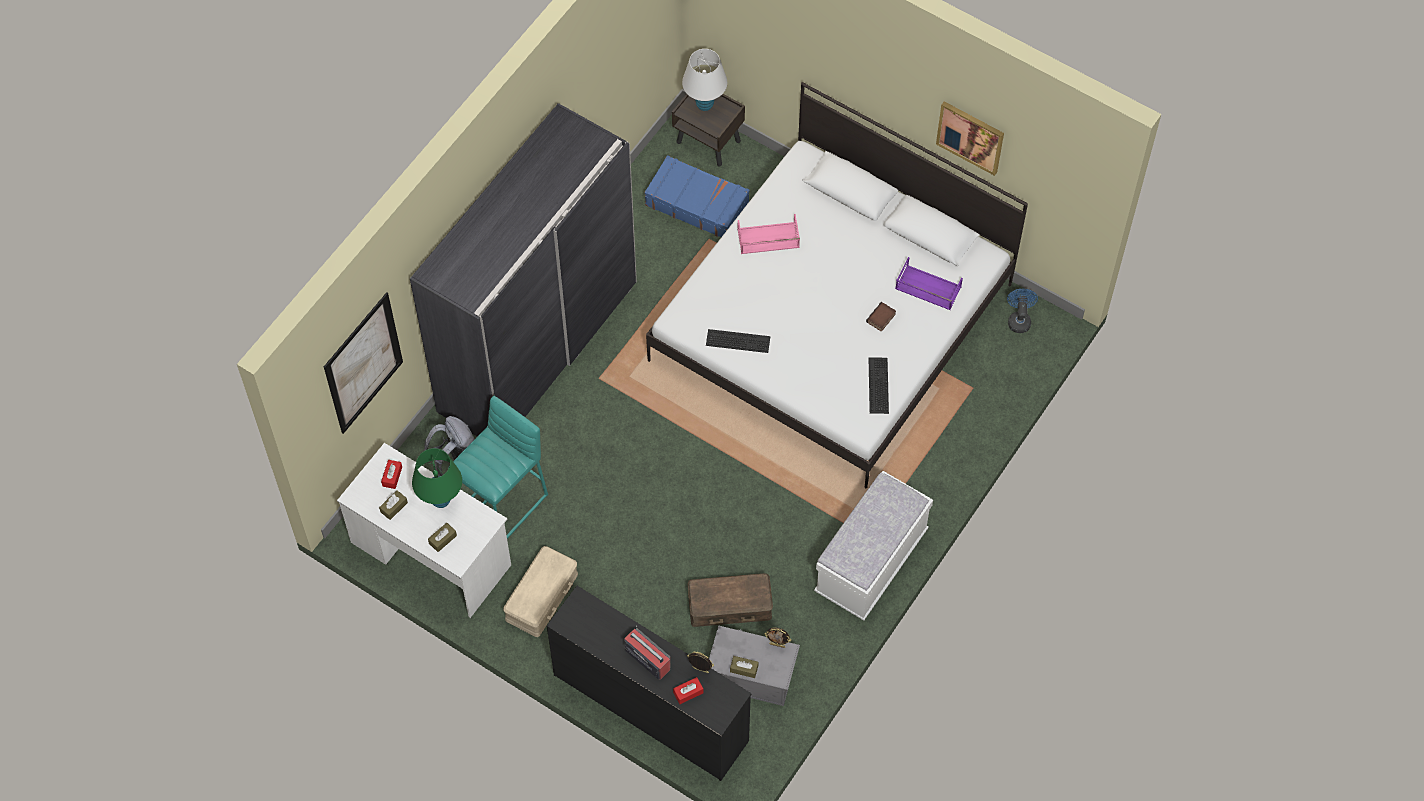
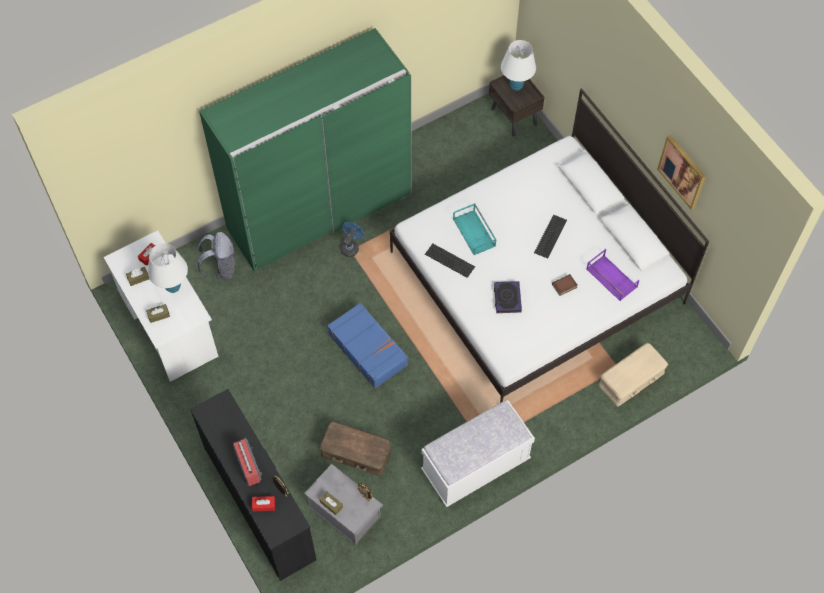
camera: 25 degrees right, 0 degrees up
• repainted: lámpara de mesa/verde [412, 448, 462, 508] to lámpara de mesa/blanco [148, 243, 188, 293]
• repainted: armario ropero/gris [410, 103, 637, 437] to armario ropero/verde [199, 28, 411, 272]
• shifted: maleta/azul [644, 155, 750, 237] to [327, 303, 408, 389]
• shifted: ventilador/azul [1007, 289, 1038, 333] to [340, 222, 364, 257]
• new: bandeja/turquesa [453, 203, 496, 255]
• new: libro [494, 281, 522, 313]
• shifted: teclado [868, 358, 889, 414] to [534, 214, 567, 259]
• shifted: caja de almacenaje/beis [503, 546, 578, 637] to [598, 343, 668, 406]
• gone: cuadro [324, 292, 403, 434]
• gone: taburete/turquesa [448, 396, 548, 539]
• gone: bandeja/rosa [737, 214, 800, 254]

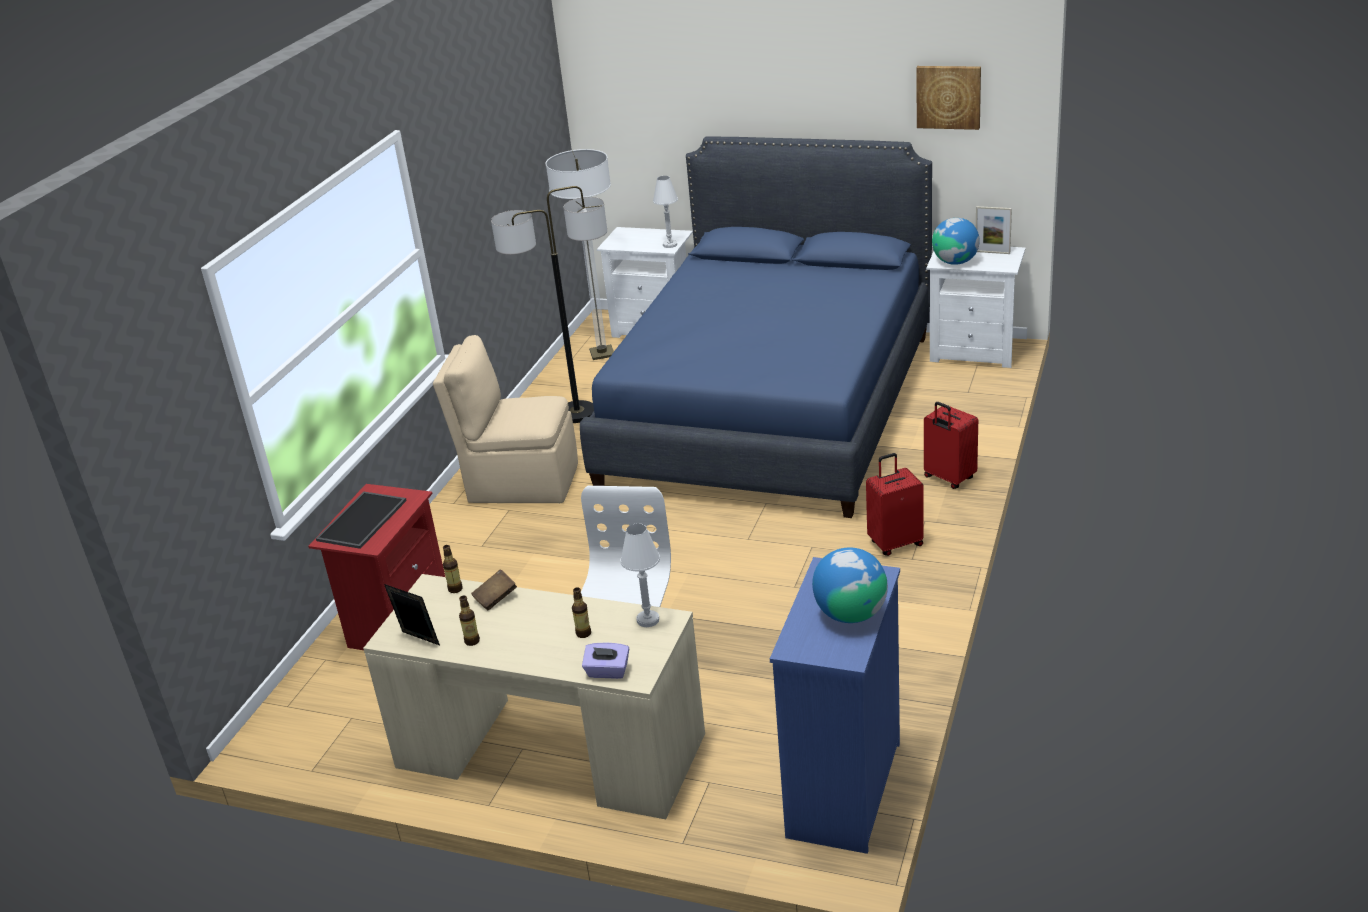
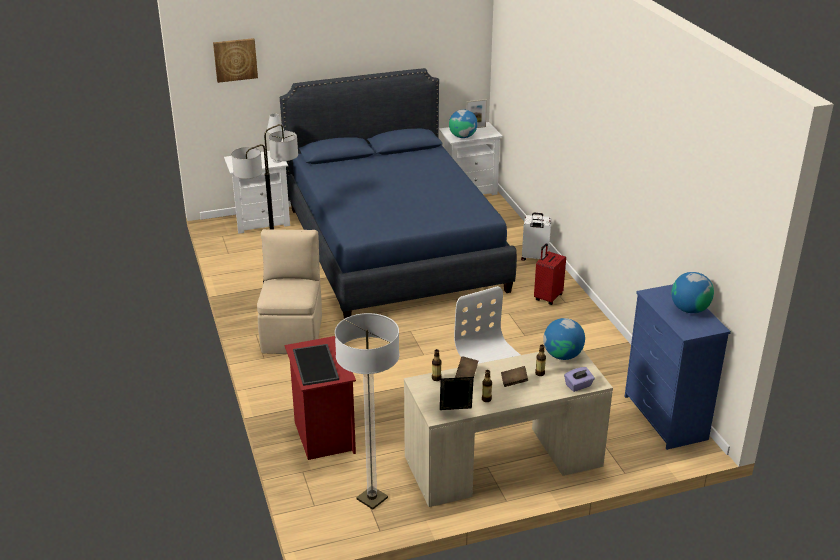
camera: 40 degrees left, 0 degrees up
• shifted: cuadro [916, 66, 981, 130] to [213, 38, 258, 83]
• rotated: silla/beis [433, 335, 578, 503] = [257, 229, 322, 354] 120 degrees clockwise
• shifted: lámpara de pie [545, 149, 614, 360] to [335, 313, 400, 510]
• new: libro/marrón [501, 366, 528, 387]
• repainted: maleta/rojo [924, 402, 978, 489] to maleta/blanco [521, 213, 551, 261]
• swapped: lámpara de mesa/blanco [620, 523, 660, 627] to globo terráqueo [543, 318, 585, 360]

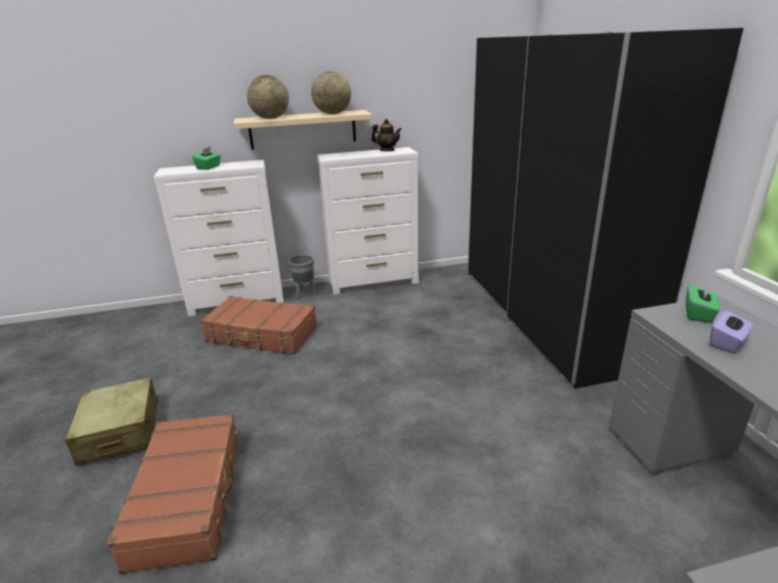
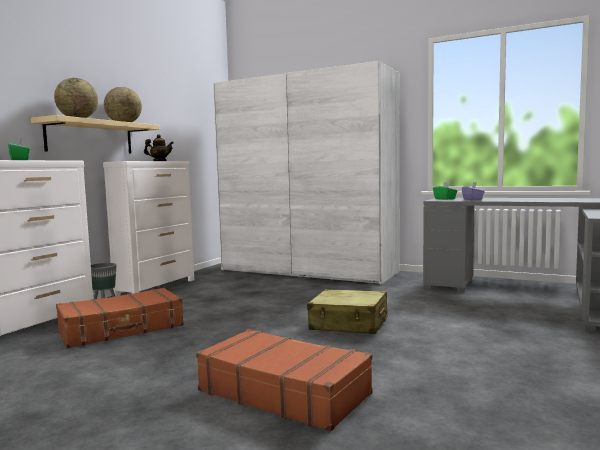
camera: 50 degrees left, 20 degrees down
• repainted: armario ropero/negro [468, 28, 744, 389] to armario ropero/blanco [213, 61, 400, 285]
• shifted: maleta/beis [65, 377, 158, 466] to [307, 289, 388, 334]

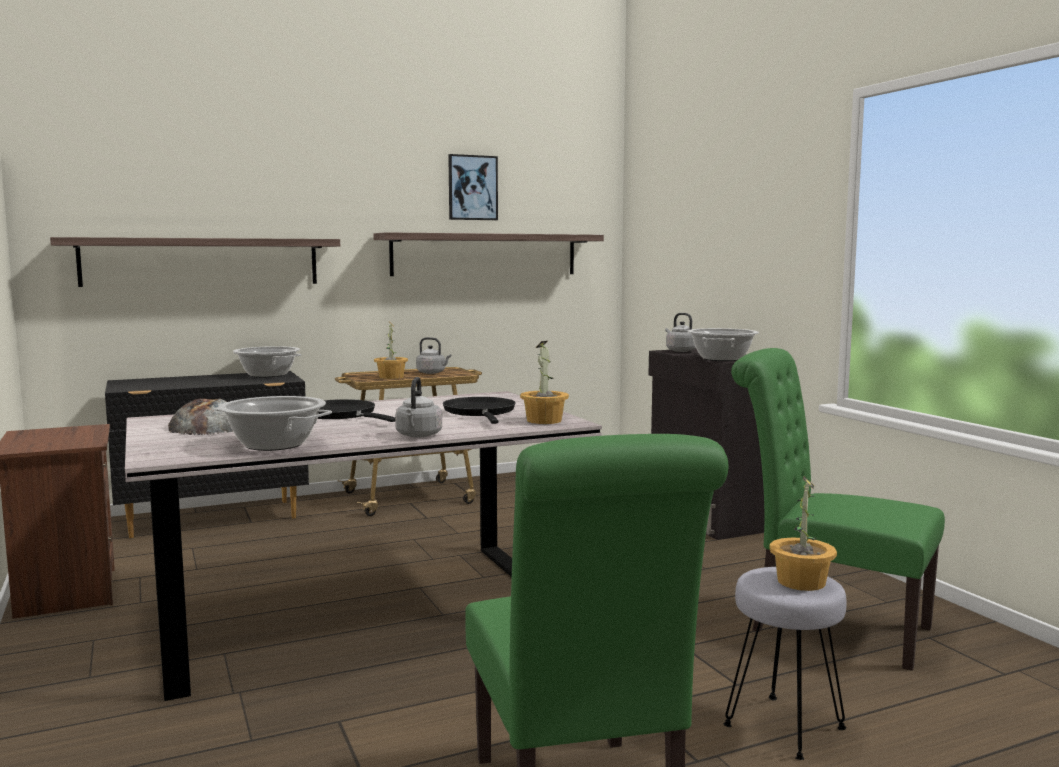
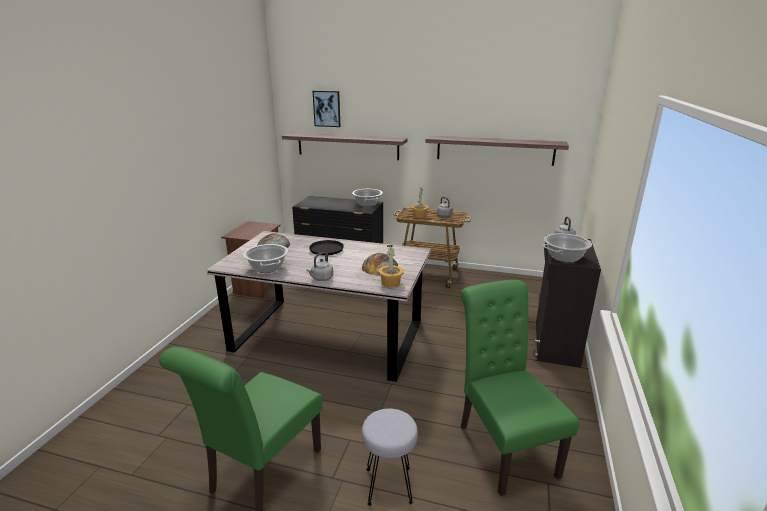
camera: 40 degrees right, 15 degrees up
• shifted: cuadro [448, 154, 498, 220] to [313, 91, 341, 127]
• swapped: sartén/negro [443, 397, 516, 424] to pan [362, 253, 398, 276]
• gone: planta en maceta [770, 476, 837, 591]

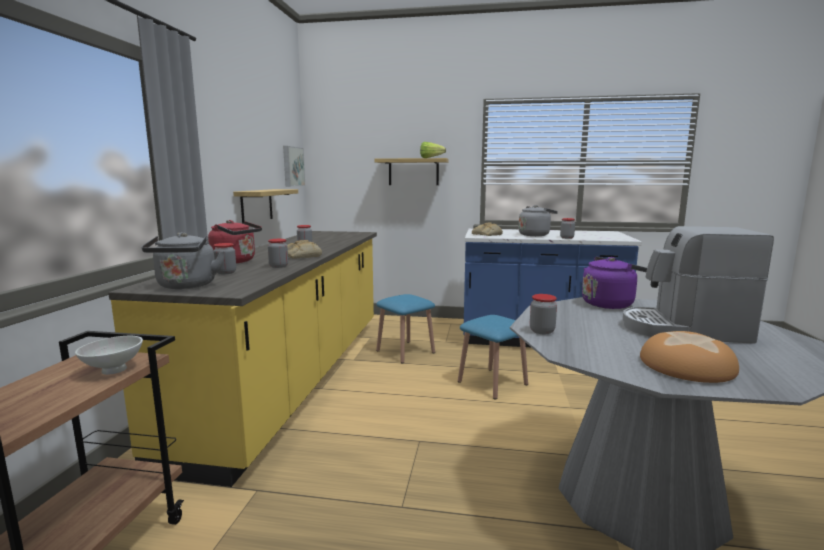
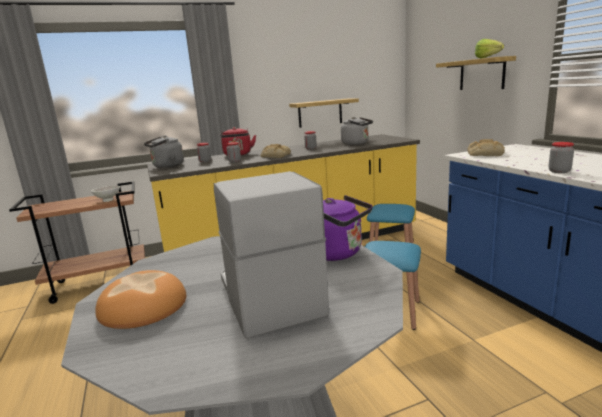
camera: 60 degrees right, 5 degrees up
• shifted: hervidor/gris [519, 205, 558, 236] to [341, 117, 373, 145]
• gone: cuadro [283, 146, 305, 187]
• gone: tarro [530, 294, 557, 334]

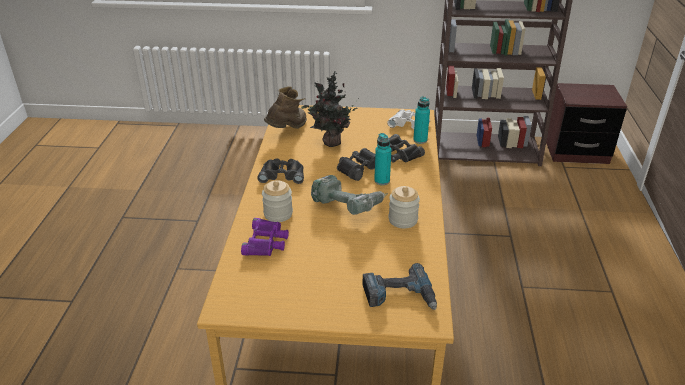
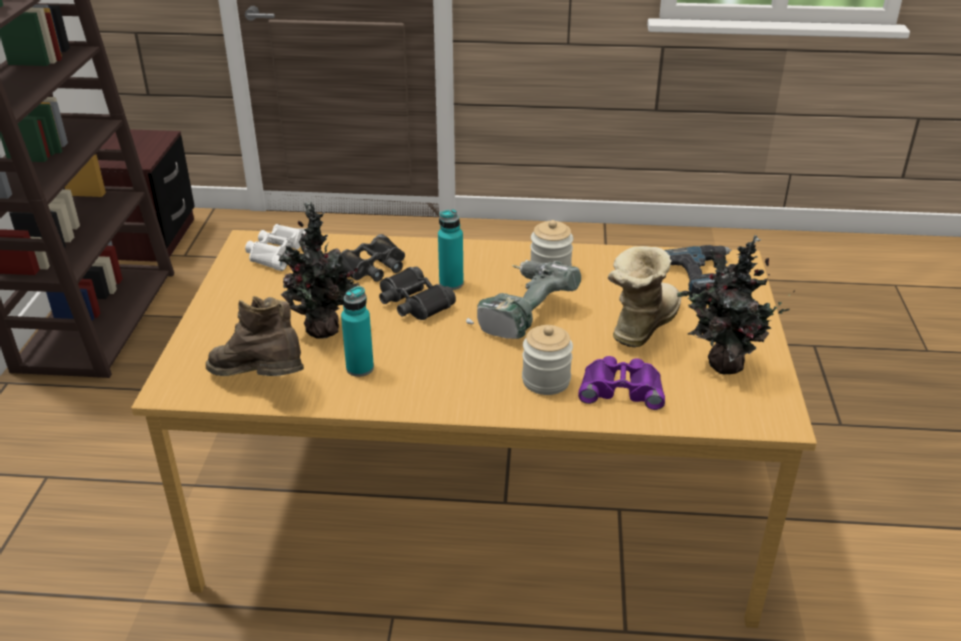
camera: 90 degrees left, 0 degrees up
• shifted: botella/turquesa [413, 96, 430, 144] to [341, 286, 374, 377]
• new: bota [608, 246, 681, 347]
• new: planta en maceta [677, 235, 795, 374]
• gone: prismáticos/negro [257, 158, 304, 184]

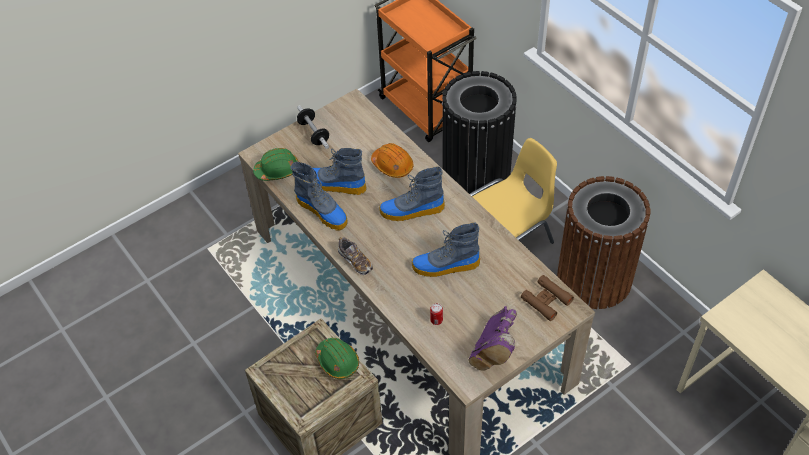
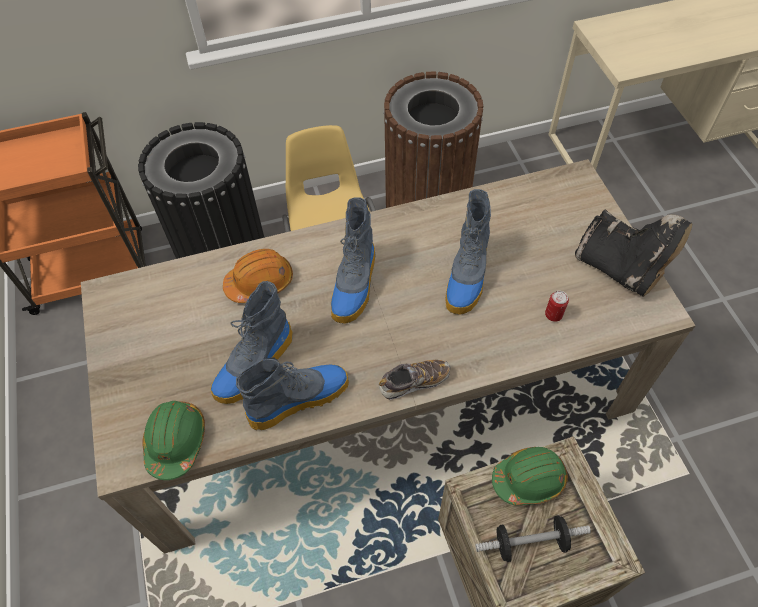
camera: 70 degrees left, 5 degrees up
• shifted: mancuerna [297, 105, 329, 149] to [475, 515, 591, 562]
• repainted: bota/morado [468, 306, 517, 371] to bota/negro [575, 209, 692, 297]
• gone: prismáticos/marrón [521, 275, 574, 321]

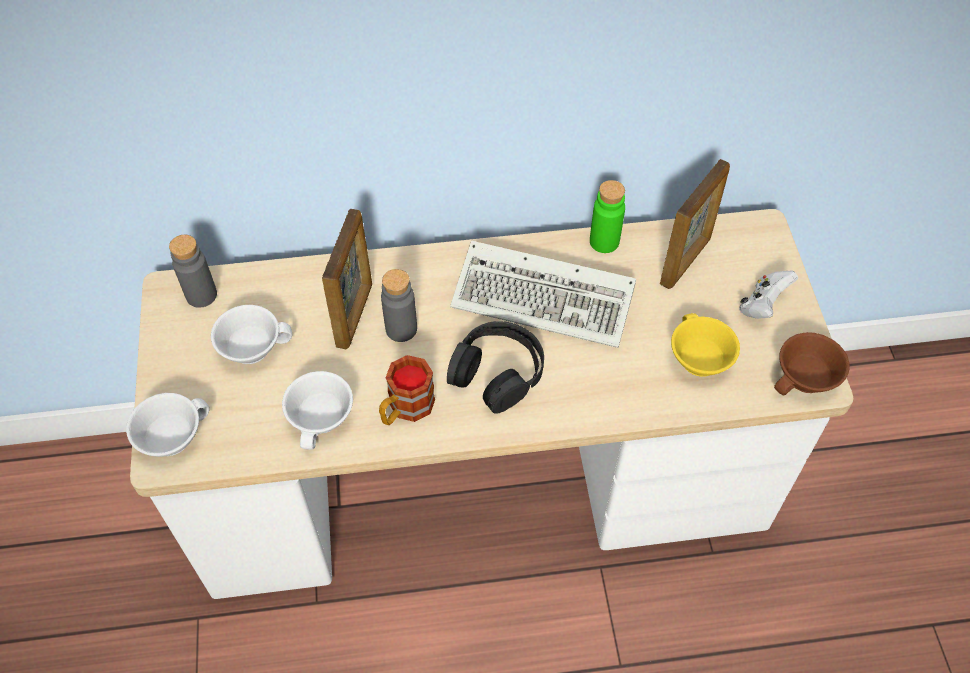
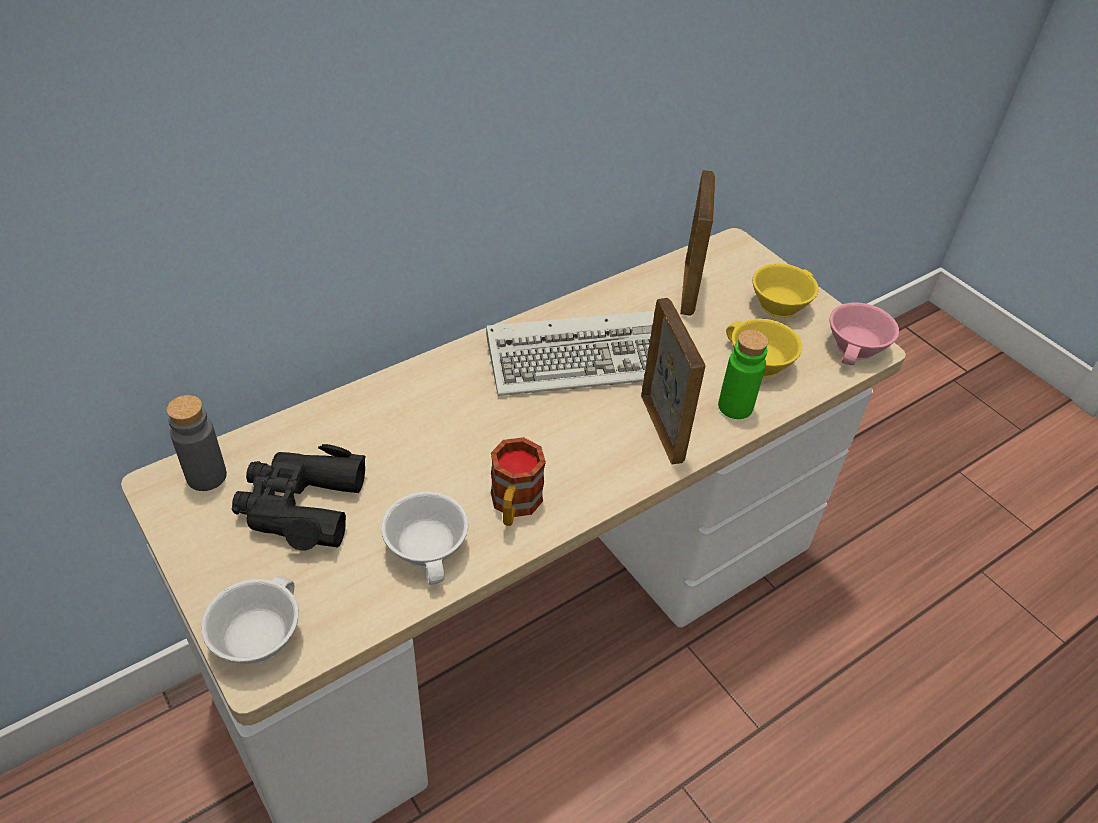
camera: 30 degrees left, 10 degrees down
• swapped: taza/blanco [211, 305, 292, 364] to prismáticos/negro [232, 444, 366, 551]
• shifted: portarretratos [322, 209, 372, 349] to [641, 298, 706, 465]
• shifted: botella/verde [590, 180, 625, 253] to [718, 330, 769, 419]
• swapped: mando de consola/blanco [739, 271, 798, 319] to taza/amarillo [752, 263, 819, 318]
• repainted: taza/marrón [774, 332, 850, 396] to taza/rosa [830, 302, 899, 365]
• gone: botella/gris [381, 269, 417, 342]
• gone: auriculares/negro [447, 321, 544, 414]

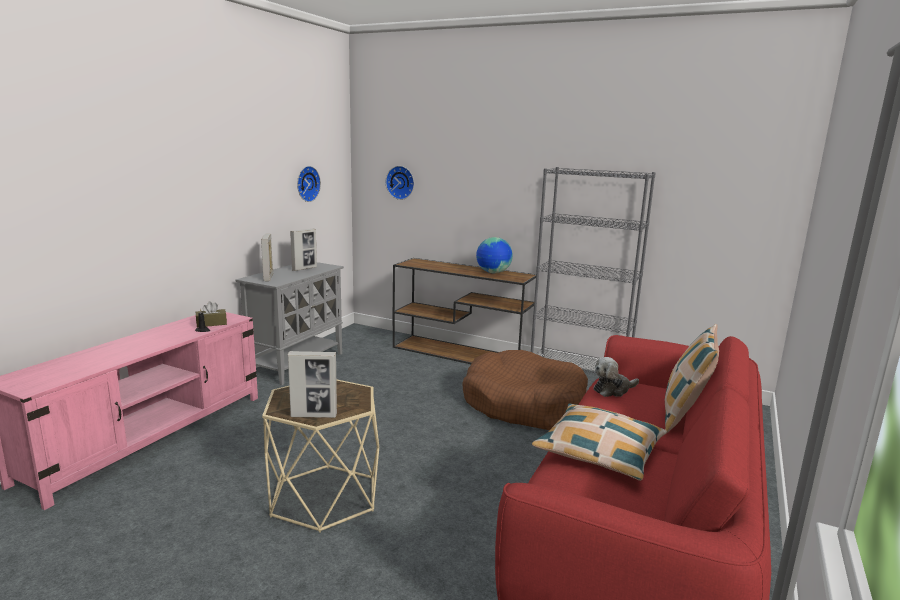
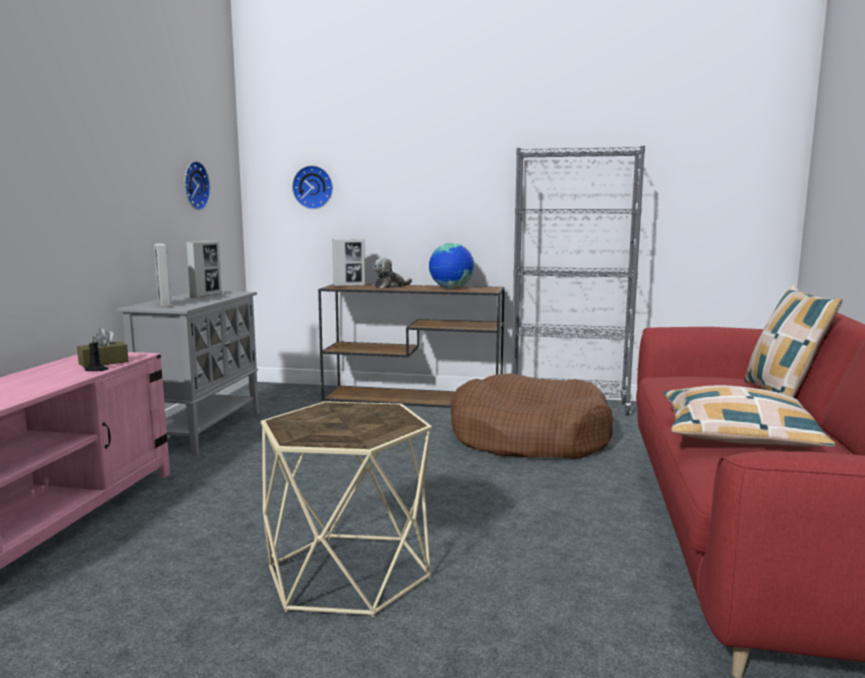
camera: 15 degrees left, 5 degrees down
• shifted: portarretratos [288, 351, 337, 418] to [332, 239, 365, 287]
• shifted: peluche [593, 357, 639, 397] to [373, 258, 412, 289]

